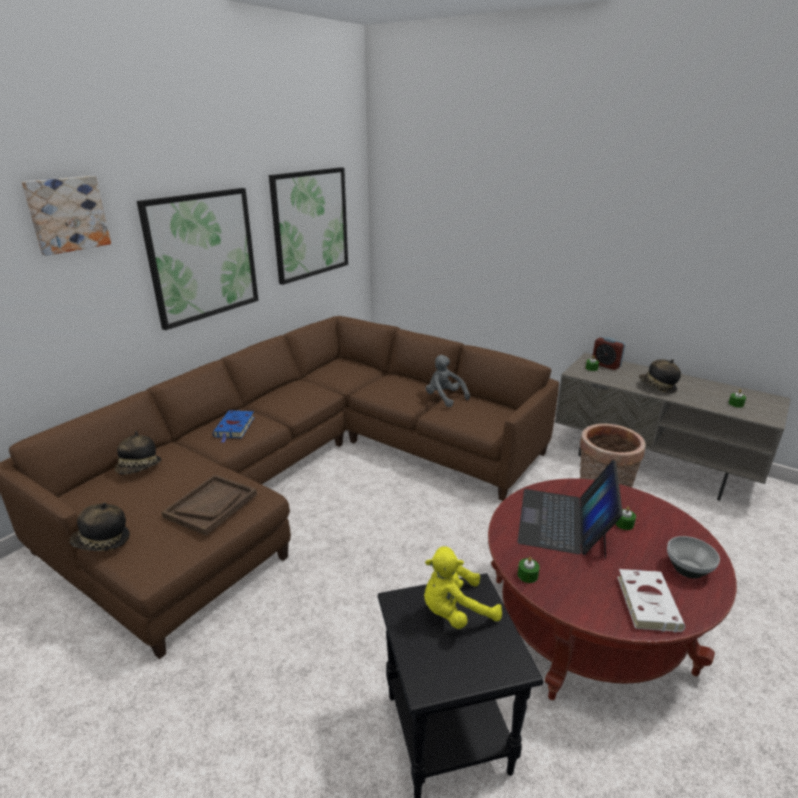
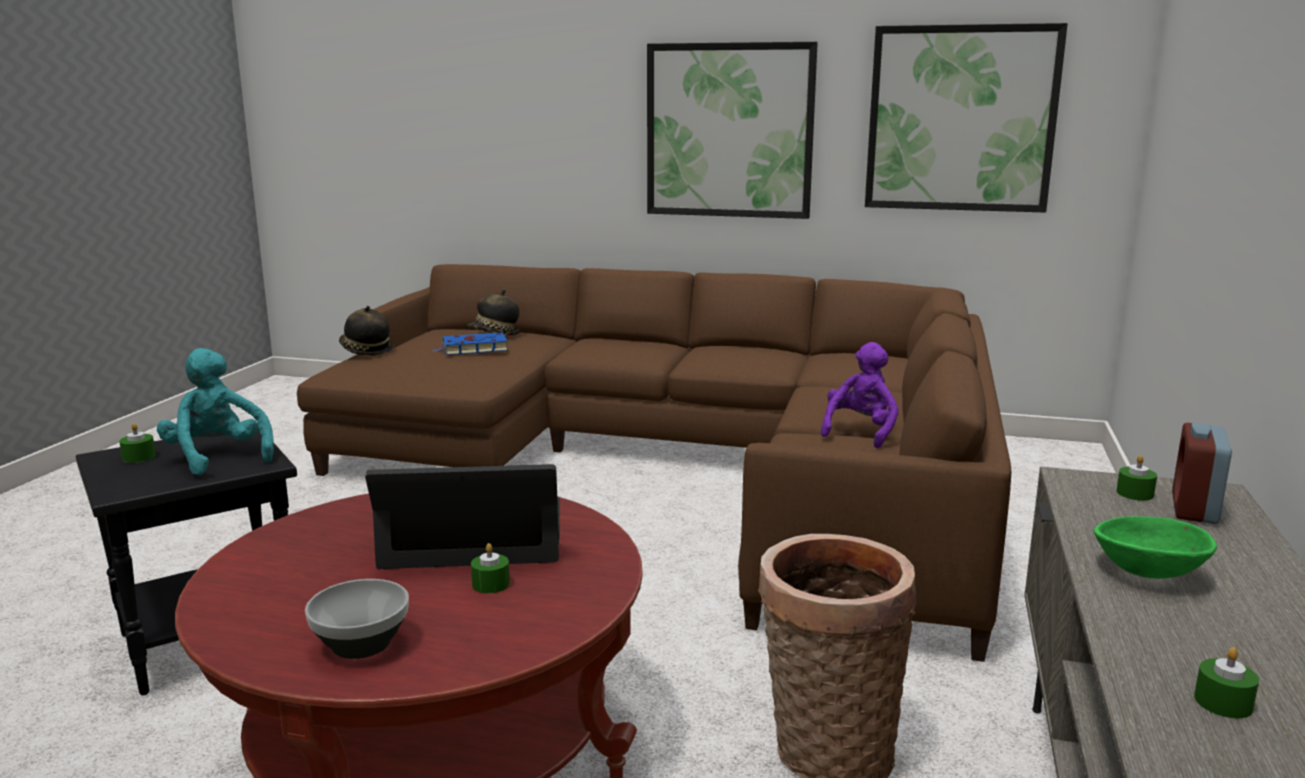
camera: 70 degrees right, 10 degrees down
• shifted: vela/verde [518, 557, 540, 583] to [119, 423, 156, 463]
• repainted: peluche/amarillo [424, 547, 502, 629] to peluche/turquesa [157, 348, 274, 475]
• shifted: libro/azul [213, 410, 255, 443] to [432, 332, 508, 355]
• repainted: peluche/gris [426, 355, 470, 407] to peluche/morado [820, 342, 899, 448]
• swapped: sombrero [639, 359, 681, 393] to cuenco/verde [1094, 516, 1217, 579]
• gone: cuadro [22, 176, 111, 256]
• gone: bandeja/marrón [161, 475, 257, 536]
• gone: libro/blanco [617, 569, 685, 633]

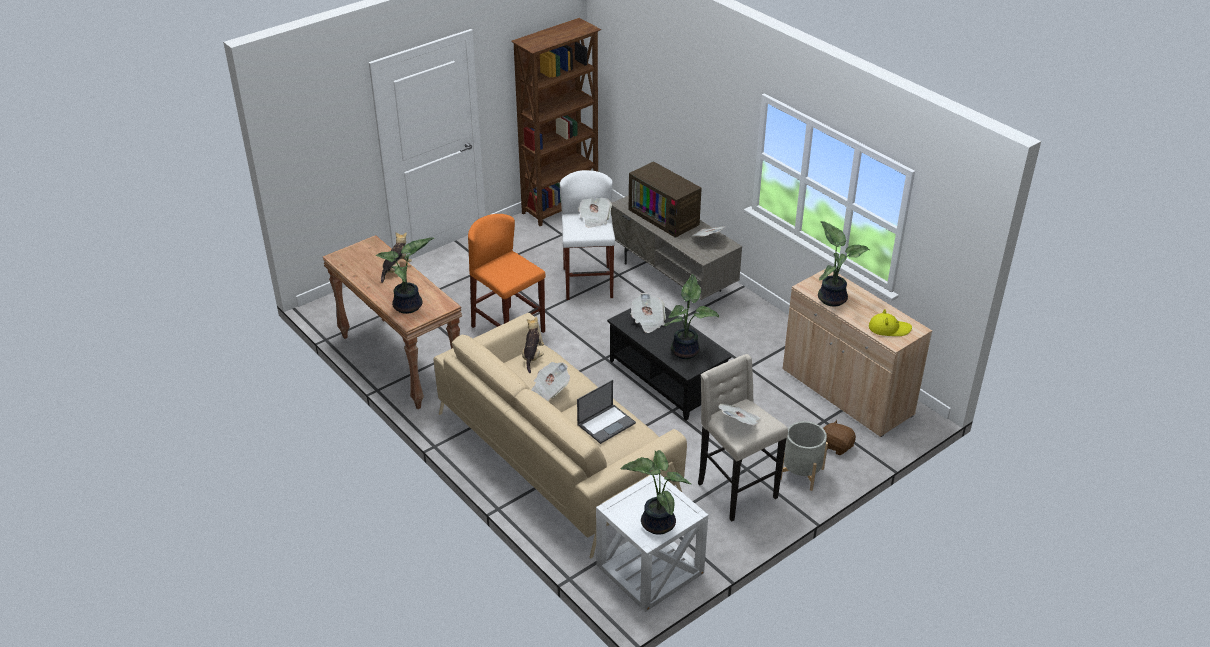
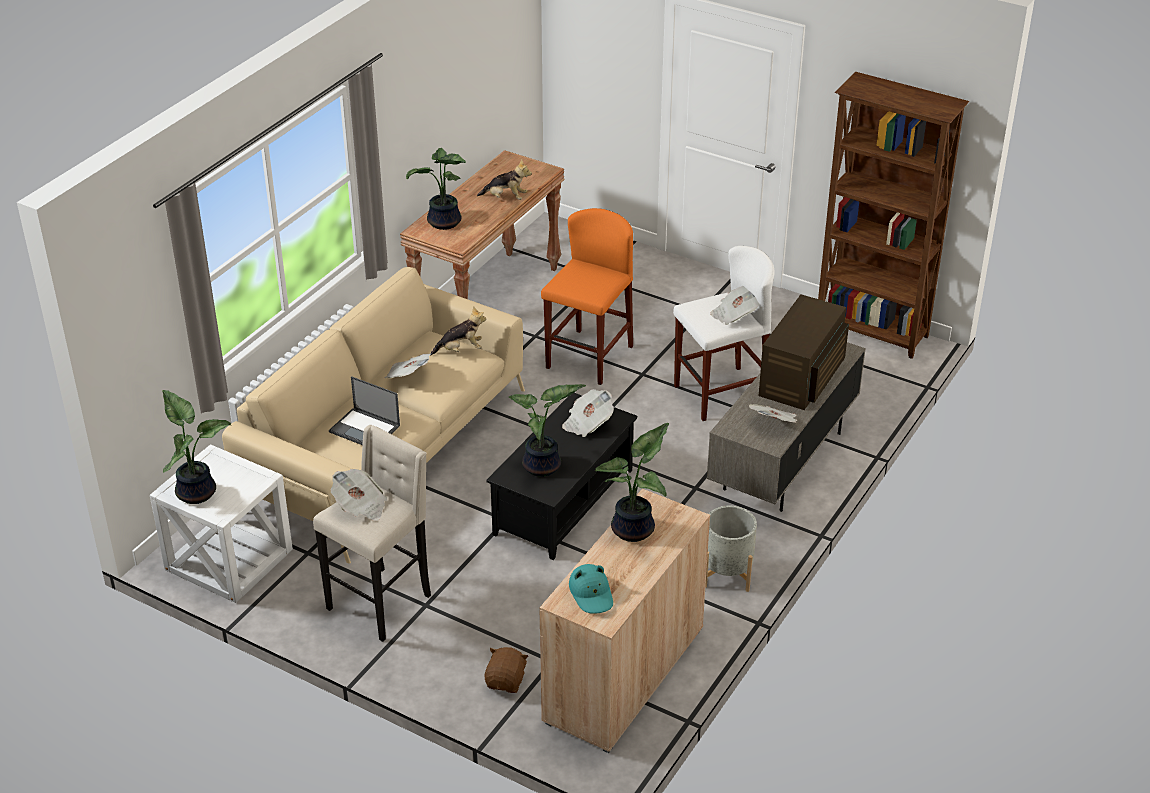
camera: 70 degrees right, 0 degrees up
• repainted: sombrero/amarillo [869, 309, 912, 336] to sombrero/turquesa [569, 564, 613, 614]
• shifted: maceta/gris [781, 421, 828, 491] to [705, 506, 757, 592]

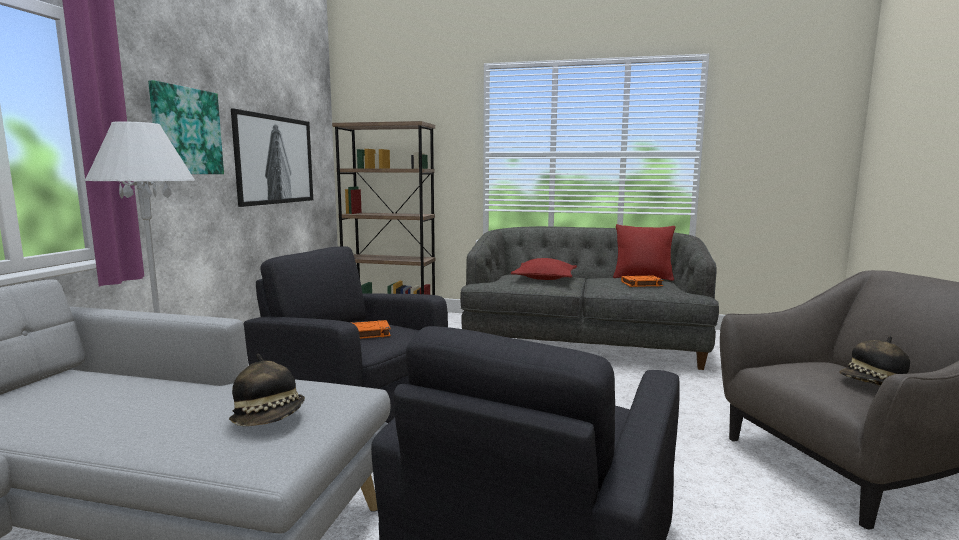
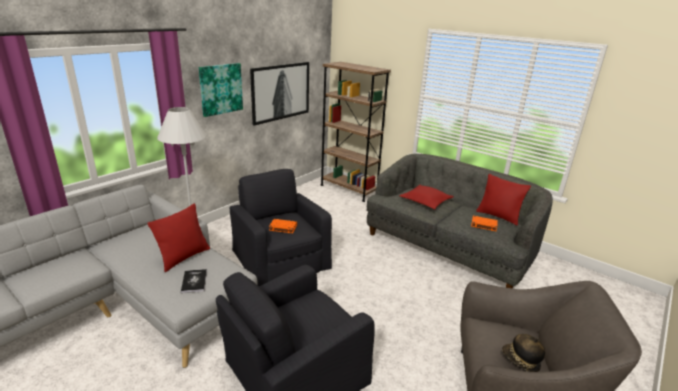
camera: 25 degrees right, 15 degrees up
• new: cojín/rojo [147, 203, 210, 272]
• swapped: sombrero [229, 354, 305, 426] to libro [181, 269, 207, 293]

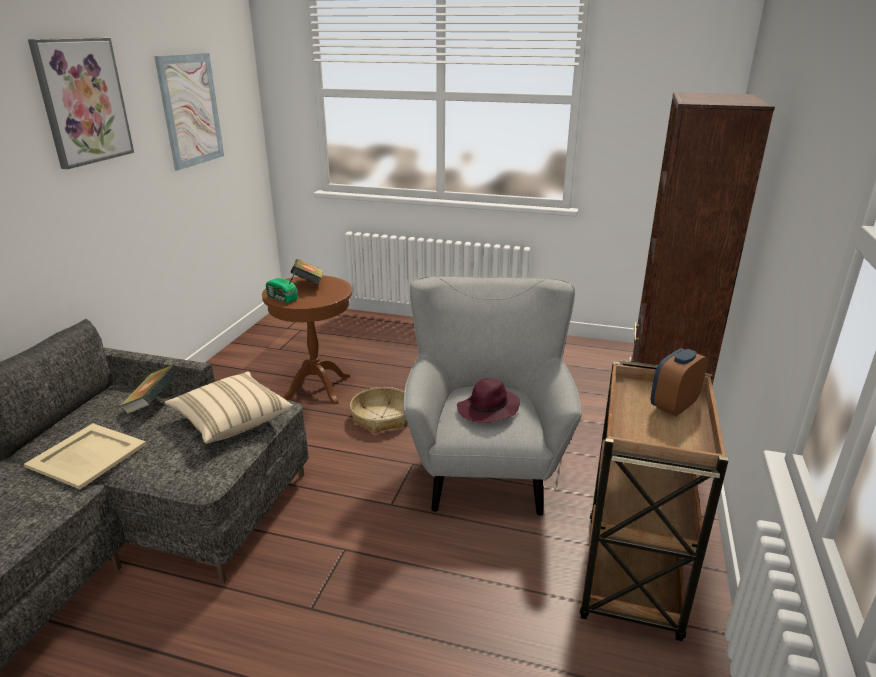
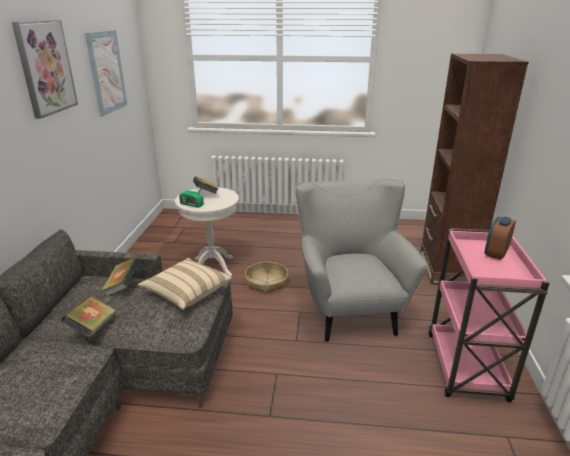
camera: 10 degrees left, 0 degrees up
• swapped: bandeja/beis [24, 423, 147, 489] to libro [61, 296, 116, 338]
• repainted: mesa auxiliar/marrón [262, 276, 352, 404] to mesa auxiliar/blanco [175, 187, 239, 277]
• repainted: carrito/marrón [580, 360, 729, 641] to carrito/rosa [428, 228, 550, 402]
• gone: sombrero/morado [457, 378, 520, 423]

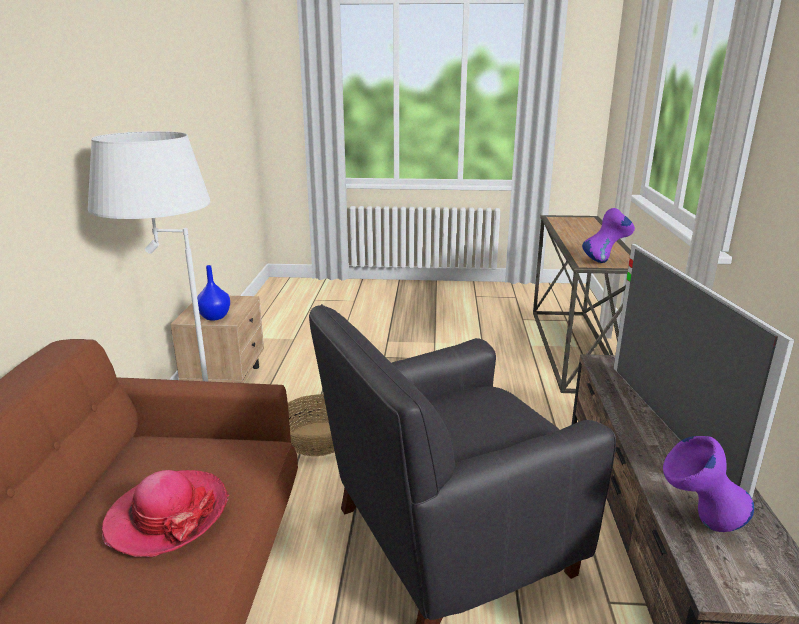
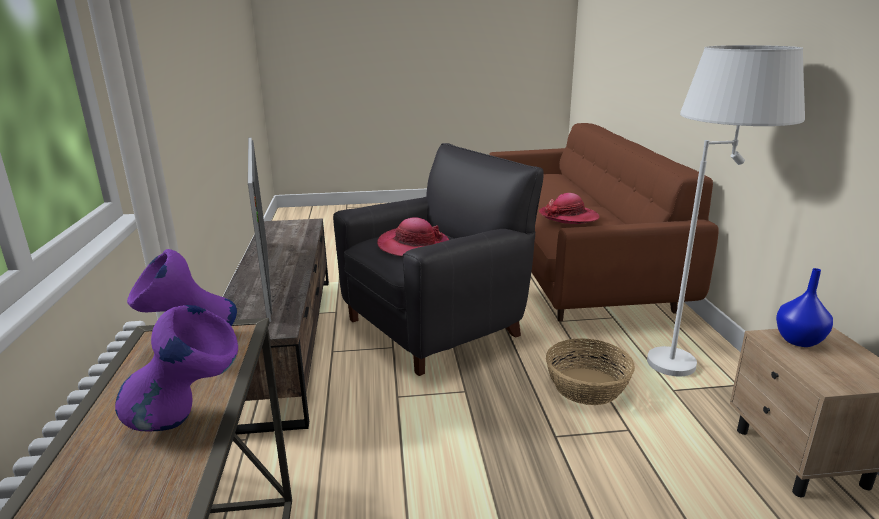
camera: 170 degrees right, 0 degrees up
• shifted: florero/morado [663, 436, 754, 532] to [115, 305, 238, 432]
• new: sombrero [377, 217, 449, 257]

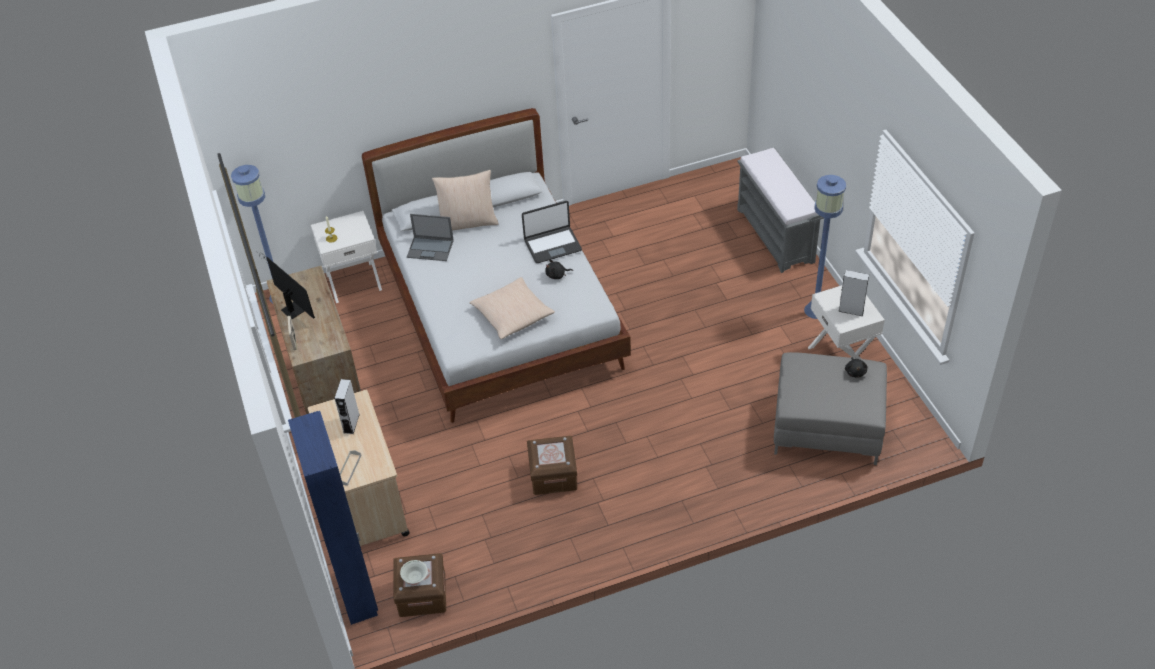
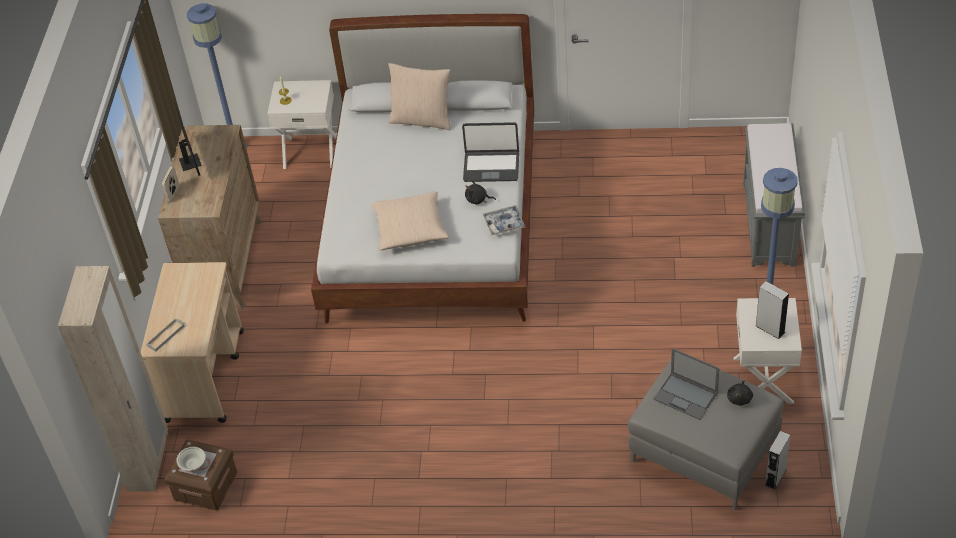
camera: 25 degrees right, 0 degrees up
• repainted: armario ropero/azul [288, 411, 378, 625] to armario ropero/beis [58, 266, 168, 491]
• new: bandeja [483, 205, 525, 236]
• shifted: portátil [407, 214, 454, 261] to [653, 348, 719, 420]
• shifted: altavoz/gris [335, 379, 360, 434] to [765, 431, 790, 490]
• gone: caja de almacenaje/marrón [527, 436, 577, 495]

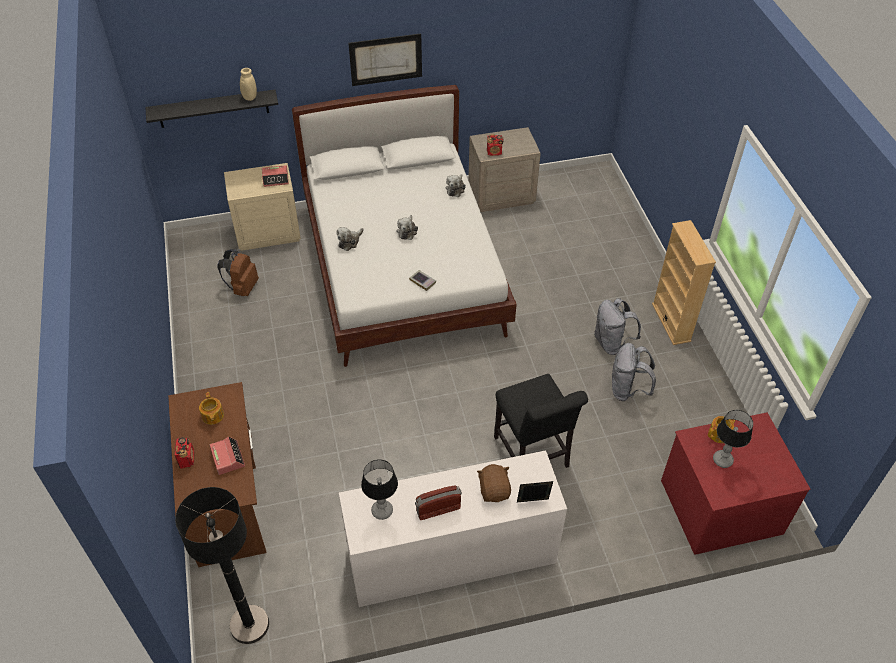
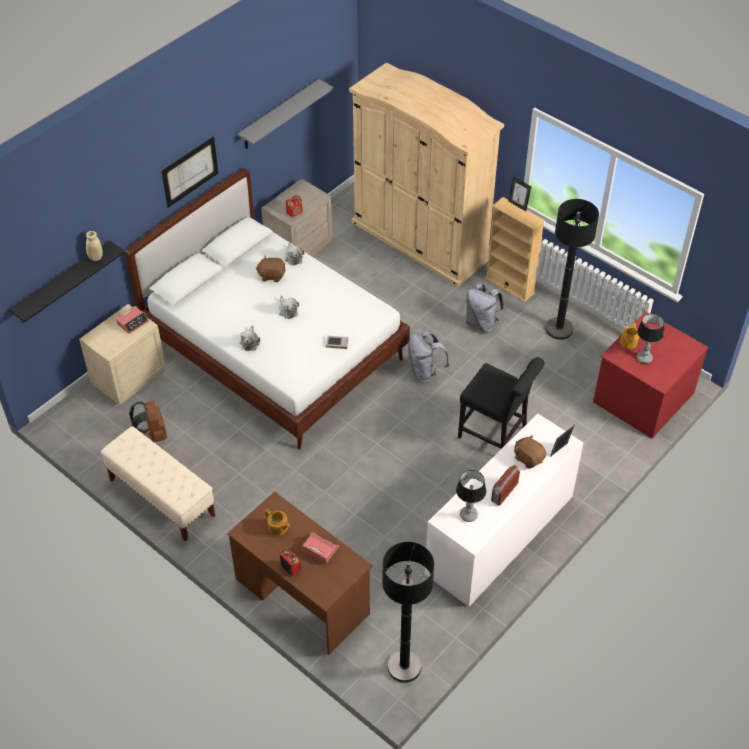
camera: 35 degrees left, 0 degrees up
• new: banco/beis [101, 426, 215, 542]
• new: estante/gris [238, 79, 334, 149]
• new: peluche/marrón [255, 256, 286, 282]
• new: armario ropero/beis [349, 62, 504, 287]
• shifted: mochila/gris [611, 343, 656, 401] to [408, 331, 449, 383]
• new: portarretratos [508, 176, 531, 211]
• new: lámpara de pie/negro [546, 199, 599, 340]

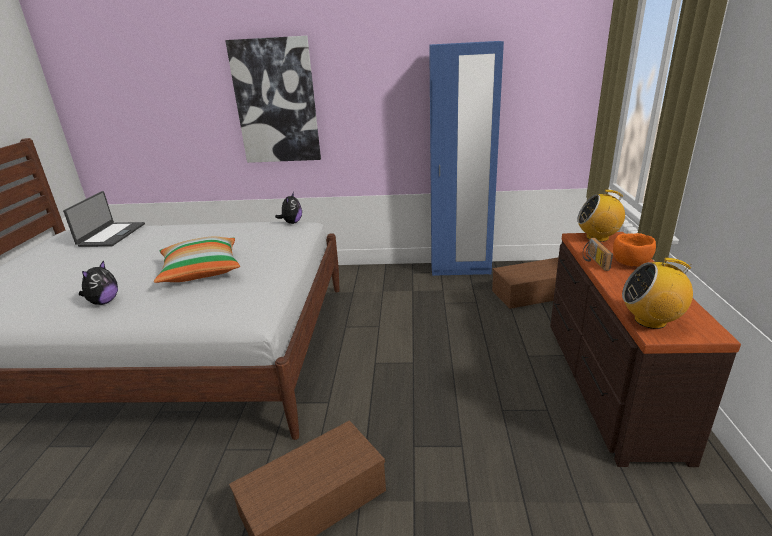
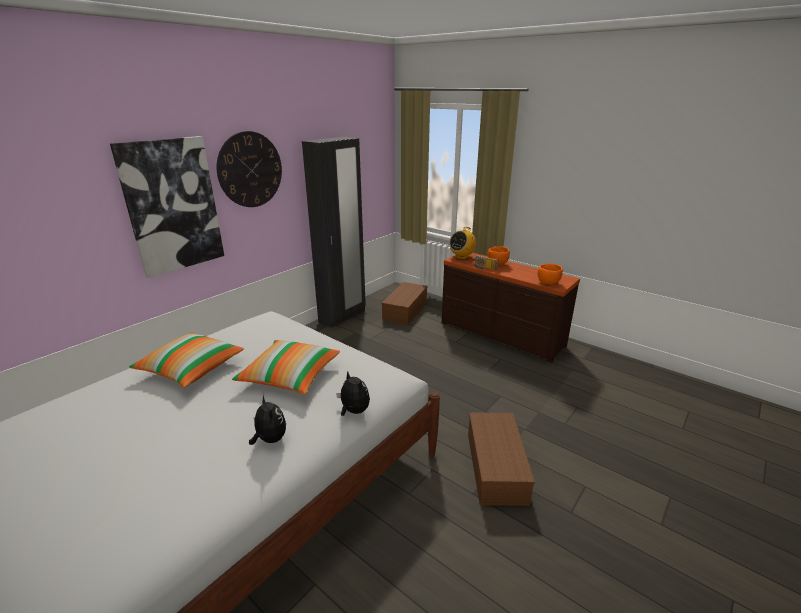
camera: 55 degrees left, 0 degrees up
• new: cojín [129, 332, 244, 388]
• new: reloj de pared [217, 131, 282, 207]
• repainted: armario ropero/azul [429, 41, 504, 276] to armario ropero/negro [302, 137, 366, 328]
• shifted: peluche [275, 192, 302, 224] to [336, 372, 370, 416]
• swapped: radio [622, 258, 693, 329] to cuenco/naranja [537, 263, 563, 284]
• gone: portátil [63, 191, 145, 247]

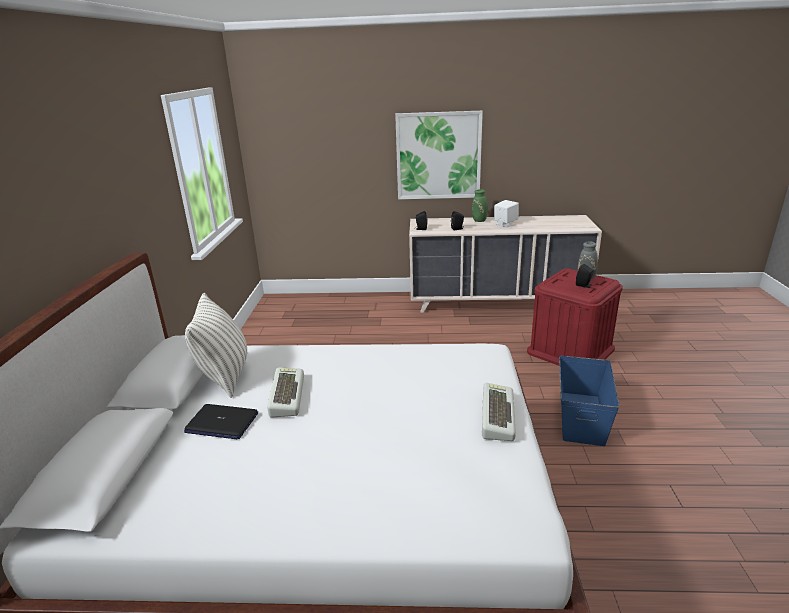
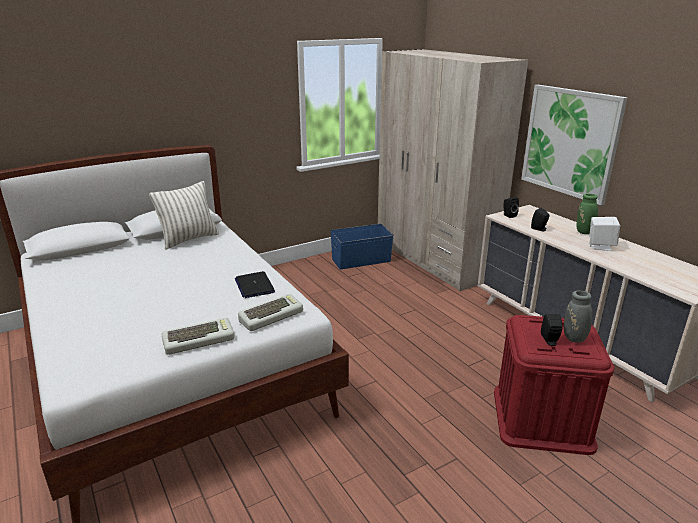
camera: 55 degrees right, 0 degrees up
• shifted: portátil [184, 404, 258, 439] to [235, 271, 275, 298]
• shifted: teclado [267, 367, 304, 418] to [238, 294, 303, 331]
• shifted: caja de almacenaje/azul [559, 355, 620, 446] to [330, 224, 393, 269]
• new: armario ropero/beis [378, 49, 528, 291]

